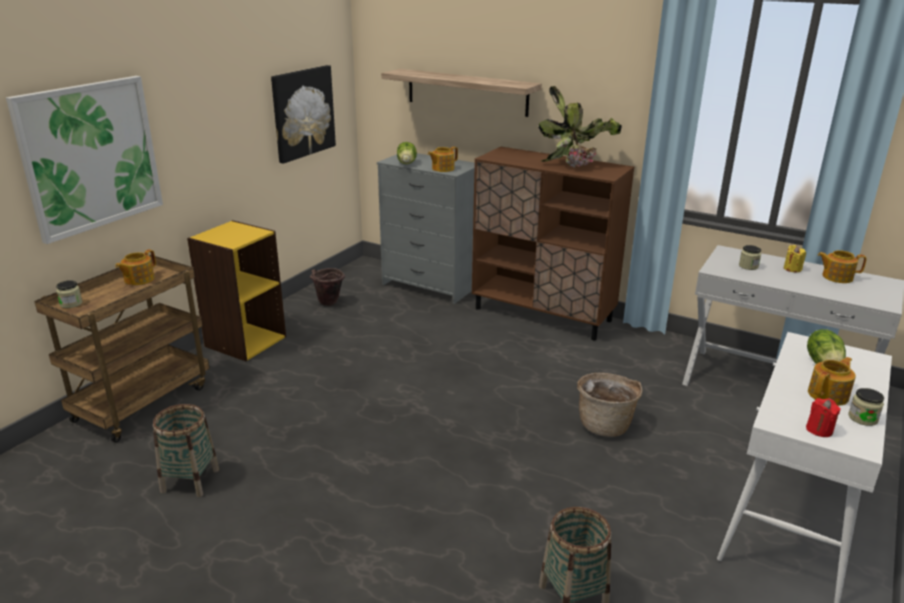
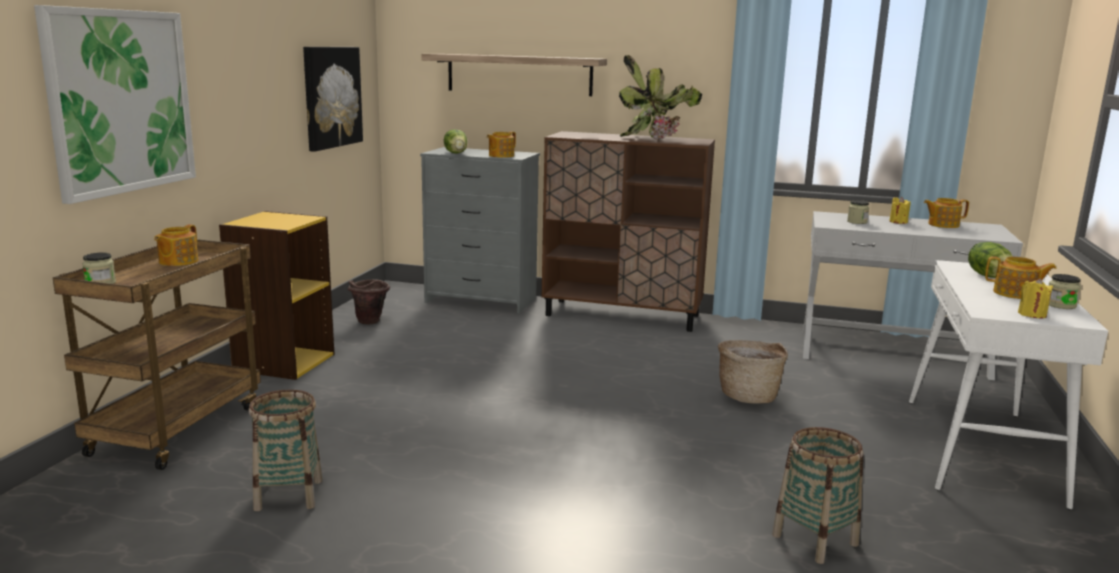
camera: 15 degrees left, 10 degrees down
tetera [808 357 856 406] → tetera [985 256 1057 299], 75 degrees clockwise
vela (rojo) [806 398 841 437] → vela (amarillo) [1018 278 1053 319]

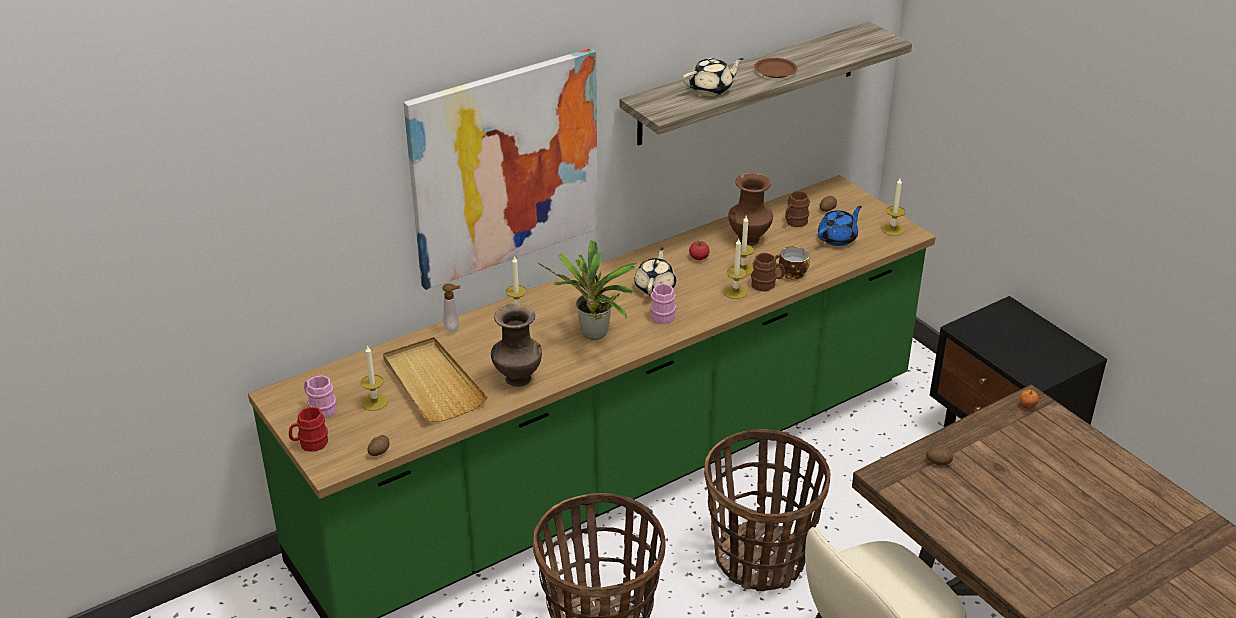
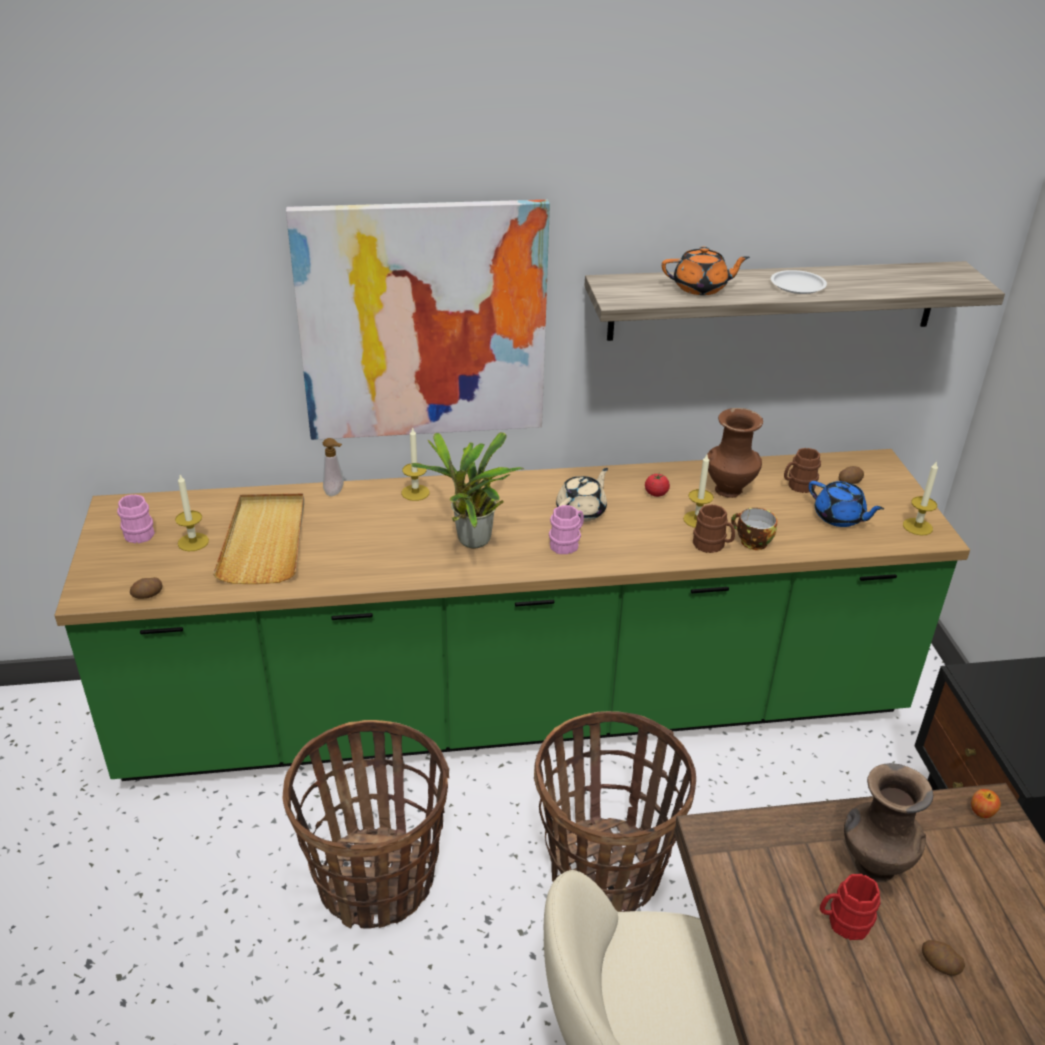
camera: 25 degrees right, 0 degrees up
tetera (beis) [683 58 744 96] → tetera (naranja) [662 247 750 295]
plato (marrón) [754 58 797 78] → plato (blanco) [771 270 827 294]
tetera (azul) [818 206 862 246] → tetera (azul) [809 481 884 527], 60 degrees clockwise
vela [724 239 748 299] → -
florero (marrón) [491 305 542 387] → florero (marrón) [844 763 933 882], relocated
taza grande (rojo) [289 407 328 452] → taza grande (rojo) [820 874 880 940], relocated
patata [926 448 953 465] → patata [922 940 965 976], relocated

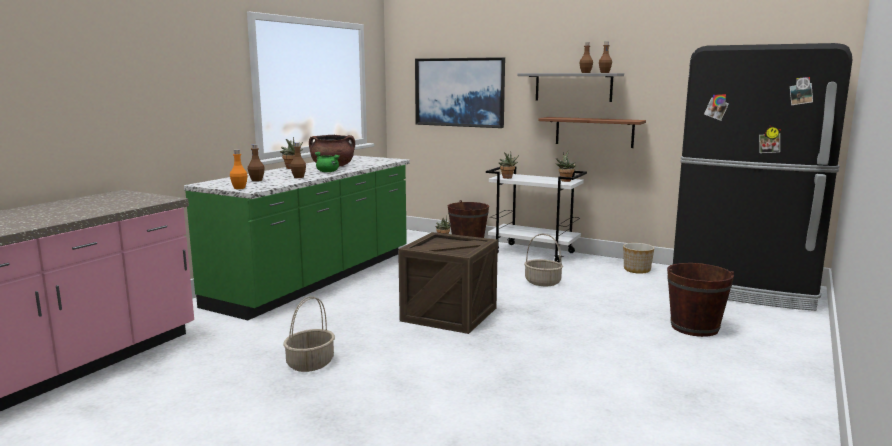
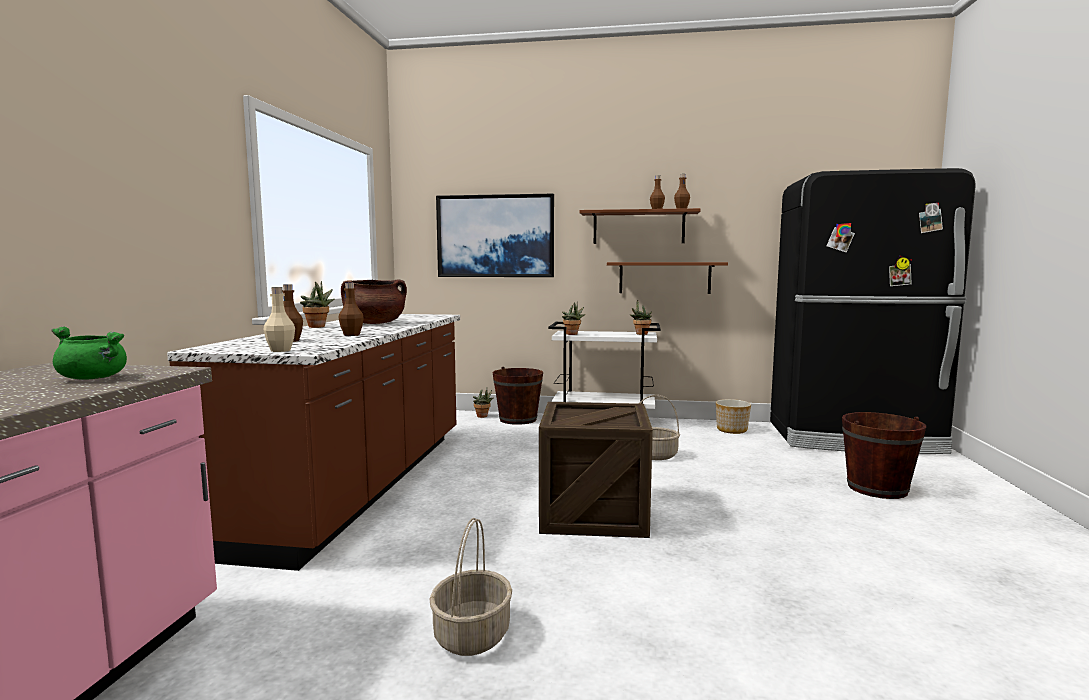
camera: 20 degrees left, 5 degrees down
estante (gris) [518 73 624 102] → estante (marrón) [579 208 701 244]
botella (naranja) [230 150 248 189] → botella (beis) [264 287 295 352]
olla (verde) [315 152 340 172] → olla (verde) [52 326 127 380], relocated
mueble bajo de cocina (verde) [184 155 410 320] → mueble bajo de cocina (marrón) [167 314 460 571]

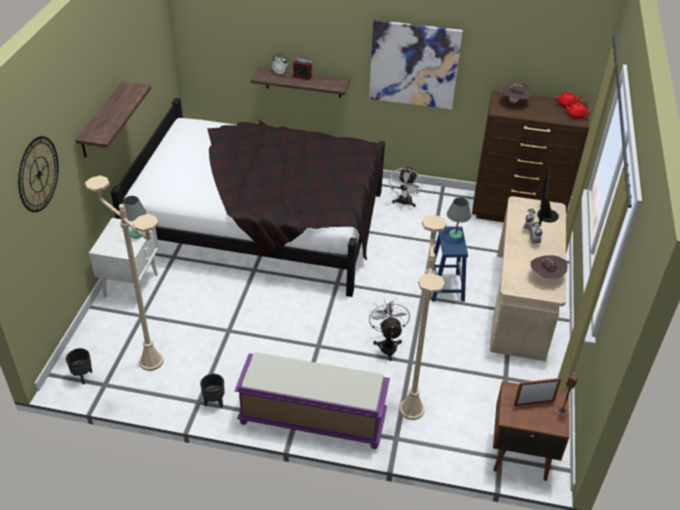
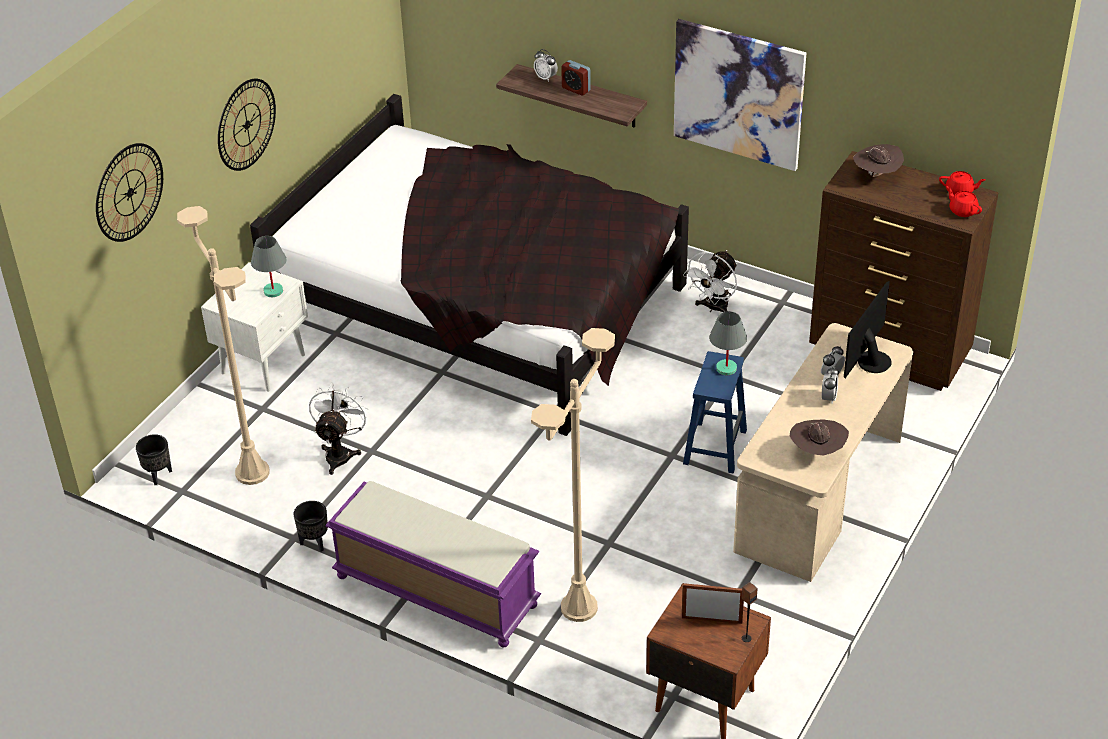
camera: 20 degrees right, 0 degrees up
estante [75 82 151 158] → reloj de pared [218 79 276 171]
ventilador (blanco) [368 298 410 361] → ventilador (blanco) [309 383 369 475], relocated

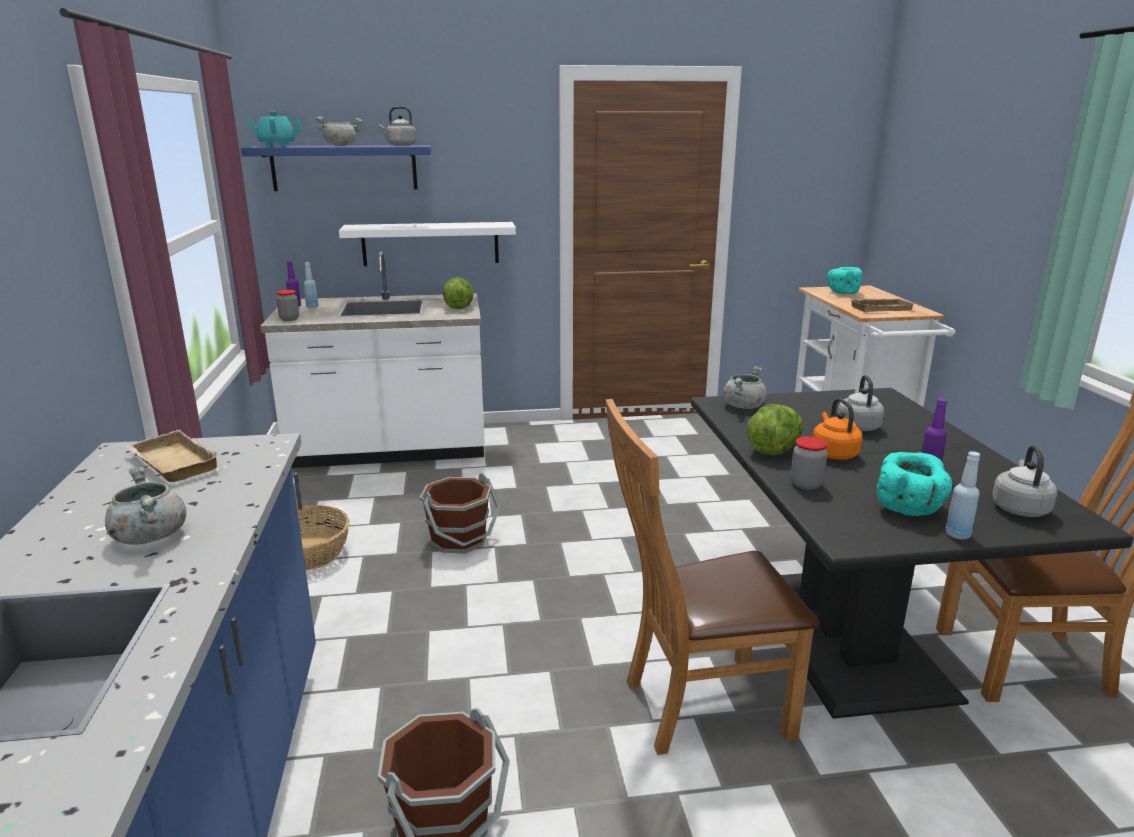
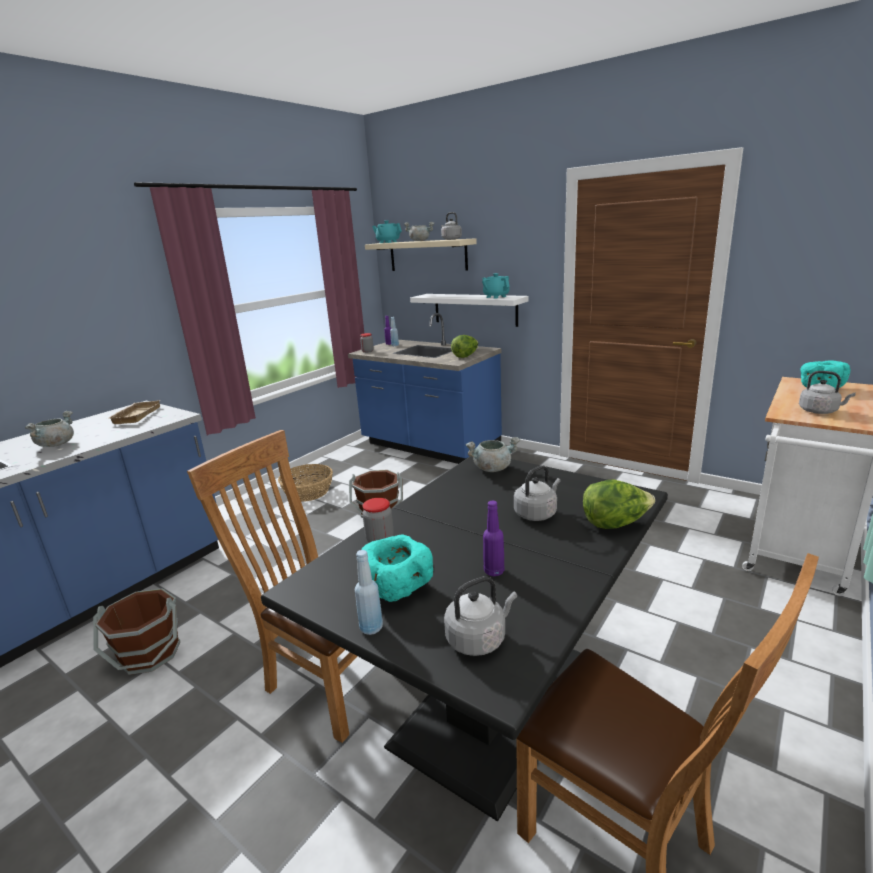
camera: 45 degrees right, 0 degrees up
estante (azul) [241 145 431 191] → estante (beis) [365 238 477 271]
mueble bajo de cocina (blanco) [260 251 485 468] → mueble bajo de cocina (azul) [348 313 502 464]
bandeja (beis) [850 298 915 312] → hervidor (gris) [799 371 856 414]
hervidor (naranja) [813 398 863 460] → -
lechuga [747 404 803 455] → lechuga [583 480 655 529], relocated
- → tetera (turquesa) [482 273 510 299]

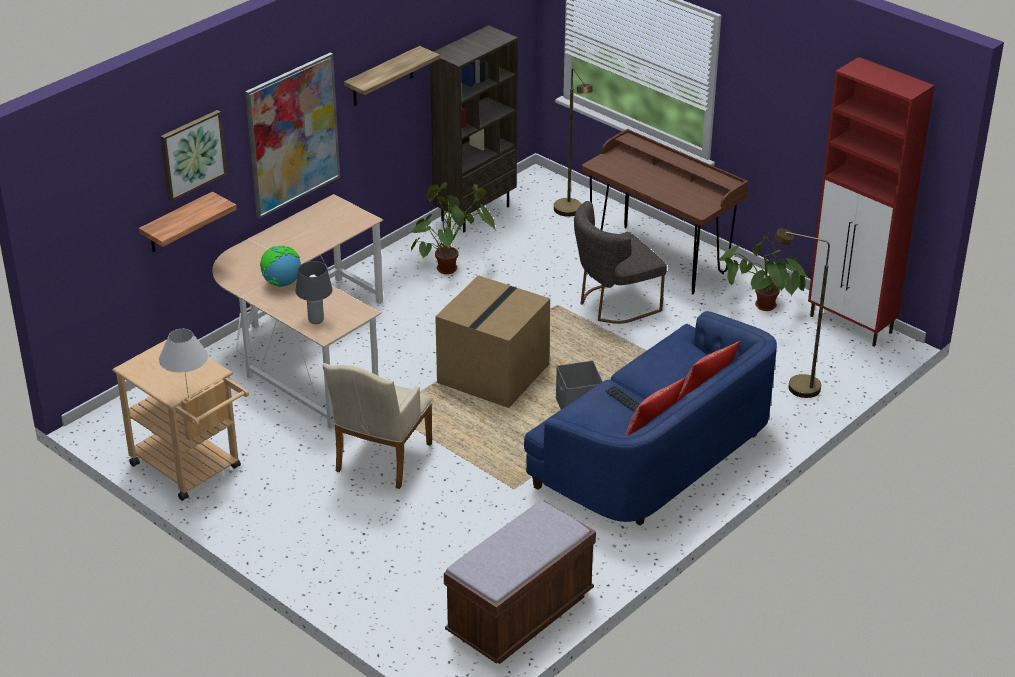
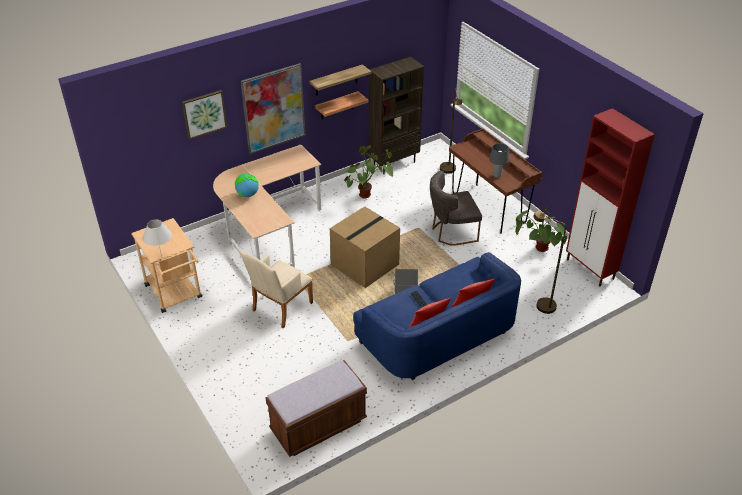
camera: 15 degrees right, 5 degrees up
estante [139 192 237 252] → estante [315 92 368 119], relocated
lámpara de mesa (gris) [296 261 332 324] → lámpara de mesa (gris) [489 143 509 178], relocated

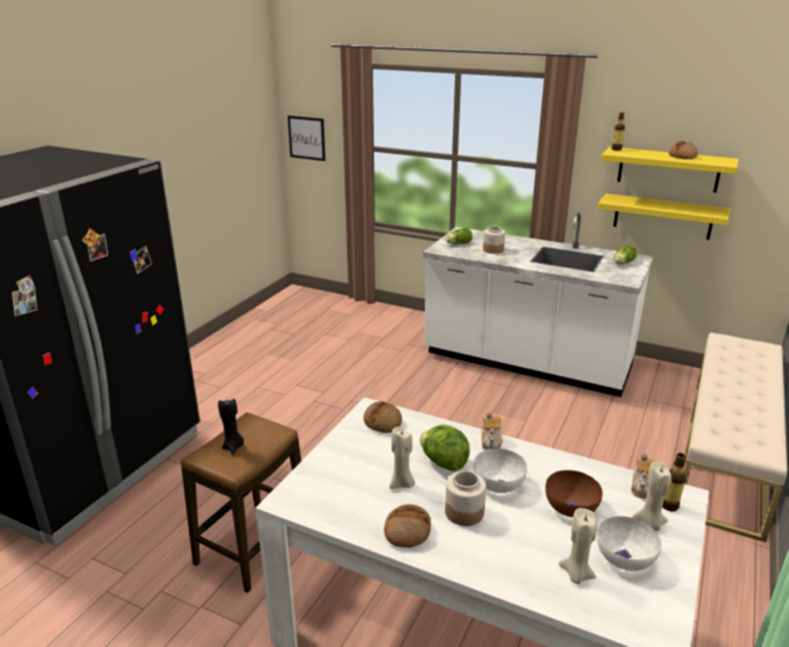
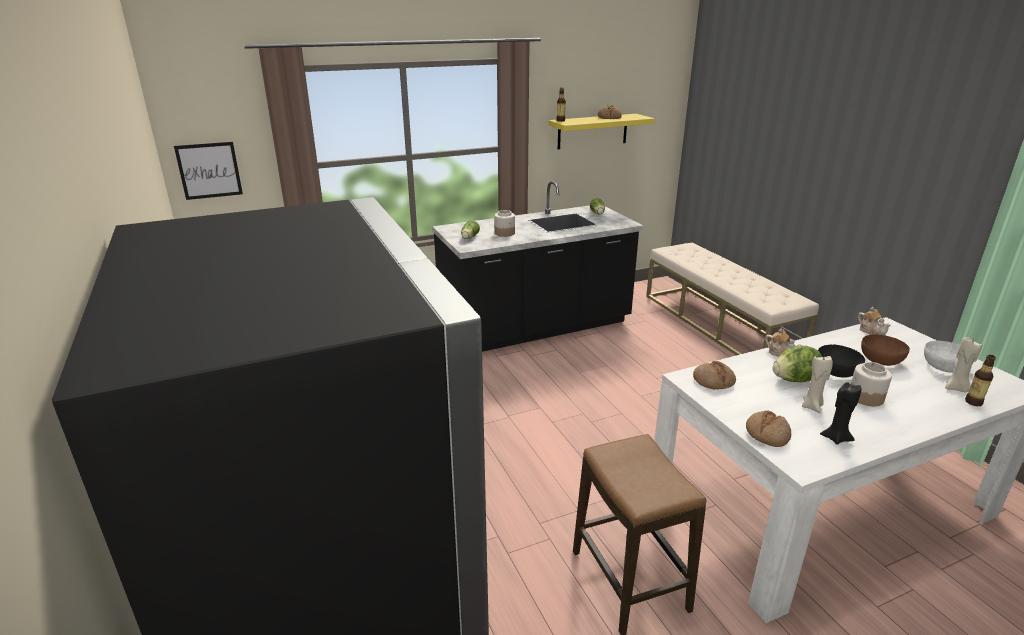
camera: 50 degrees left, 0 degrees up
estante (amarillo) [597 193 731 240] → -
mueble bajo de cocina (blanco) [423 212 653 397] → mueble bajo de cocina (negro) [432 181 644 352]
vela (negro) [218 398 244 454] → vela (negro) [820 382 861 445], relocated
cuenco (blanco) [474 449 527 493] → cuenco (negro) [818 345 865 377]
botella [662 453 686 511] → botella [965 355 996 406], relocated
vela (beis) [632 462 672 531] → -
pan [384 504 431 548] → pan [746 410 791 447], relocated

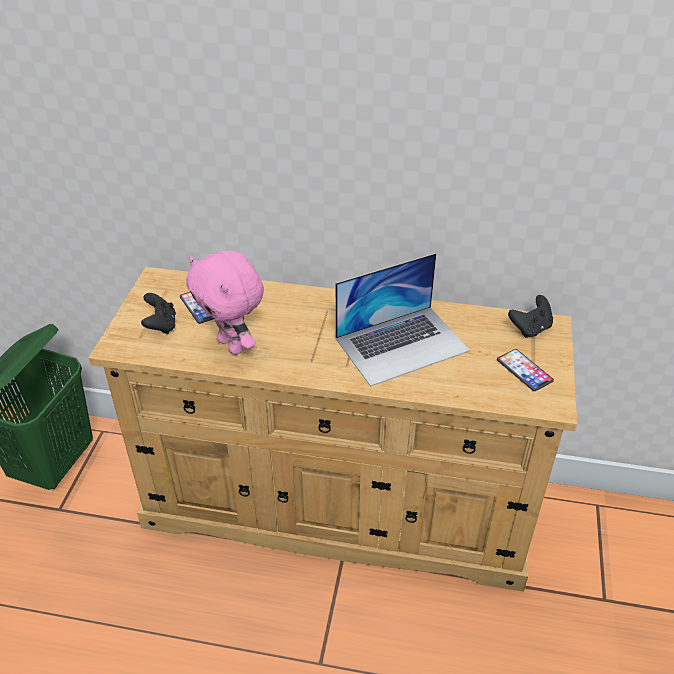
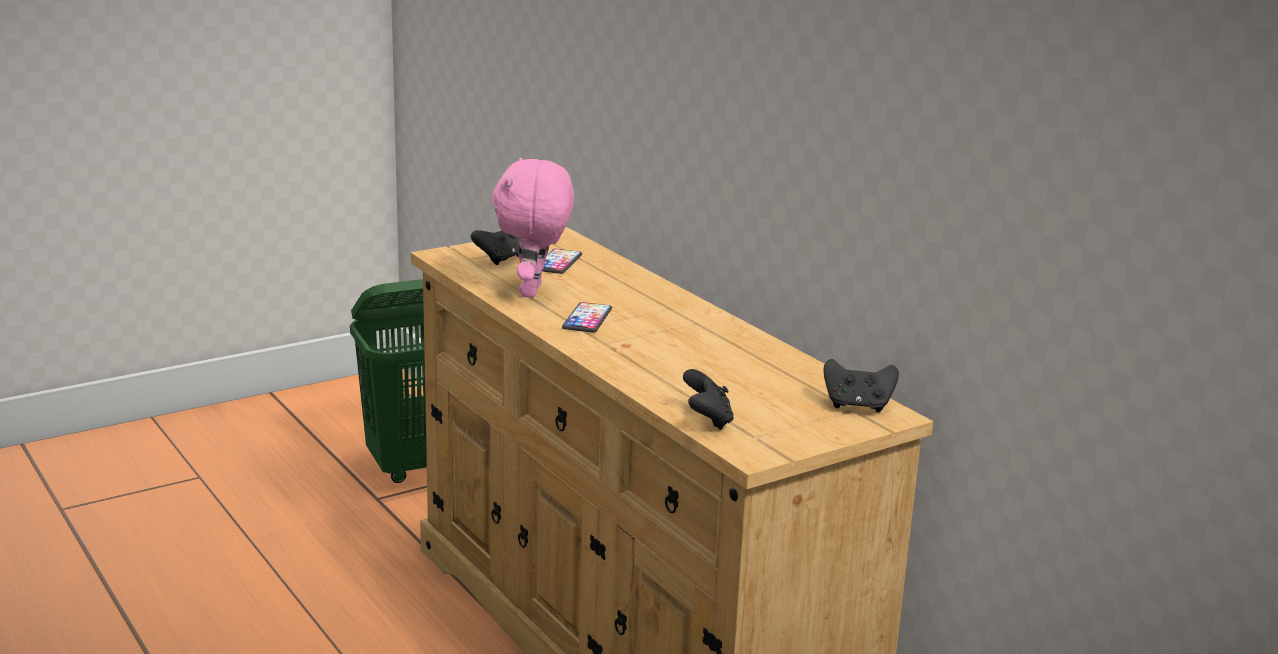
camera: 45 degrees right, 20 degrees down
portátil [335 253 470 386] → -
móvil [497 349 554 391] → móvil [562 302 612 333], relocated
- → mando de consola (negro) [683 369 734 430]

